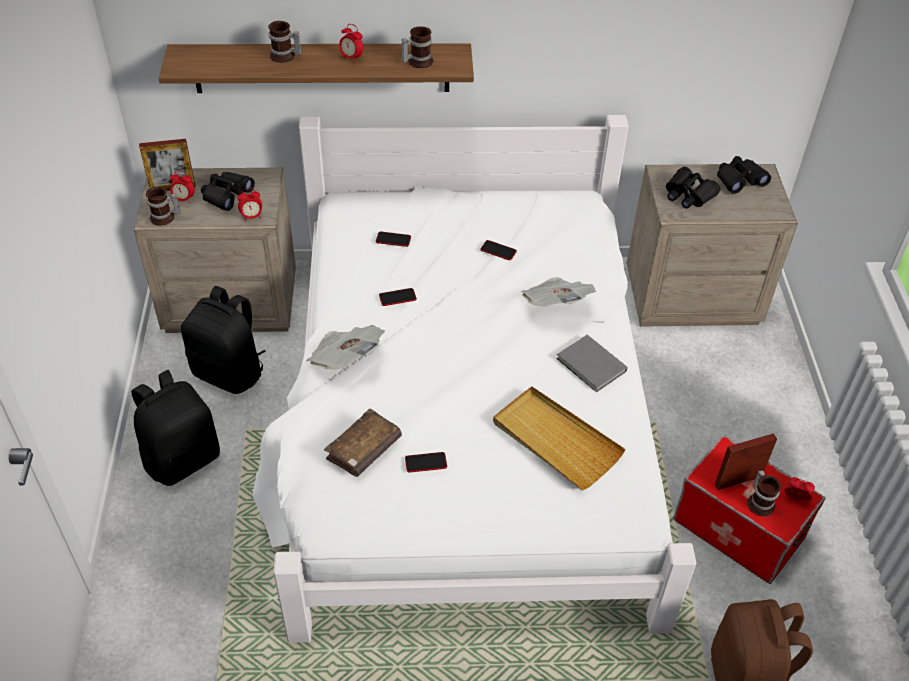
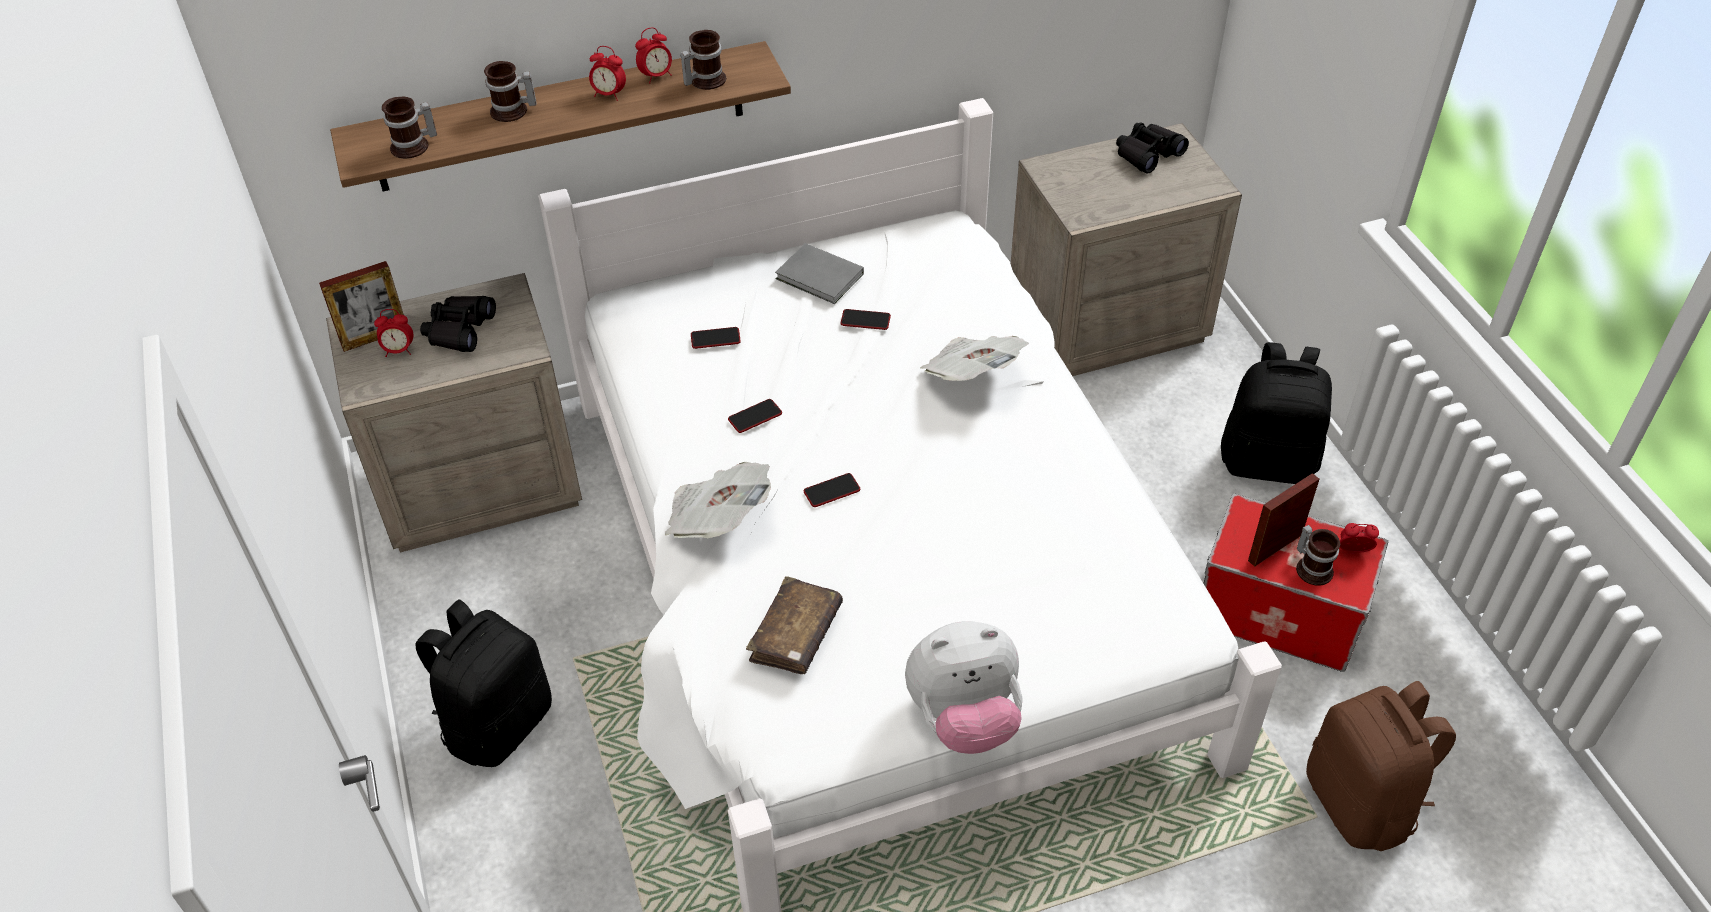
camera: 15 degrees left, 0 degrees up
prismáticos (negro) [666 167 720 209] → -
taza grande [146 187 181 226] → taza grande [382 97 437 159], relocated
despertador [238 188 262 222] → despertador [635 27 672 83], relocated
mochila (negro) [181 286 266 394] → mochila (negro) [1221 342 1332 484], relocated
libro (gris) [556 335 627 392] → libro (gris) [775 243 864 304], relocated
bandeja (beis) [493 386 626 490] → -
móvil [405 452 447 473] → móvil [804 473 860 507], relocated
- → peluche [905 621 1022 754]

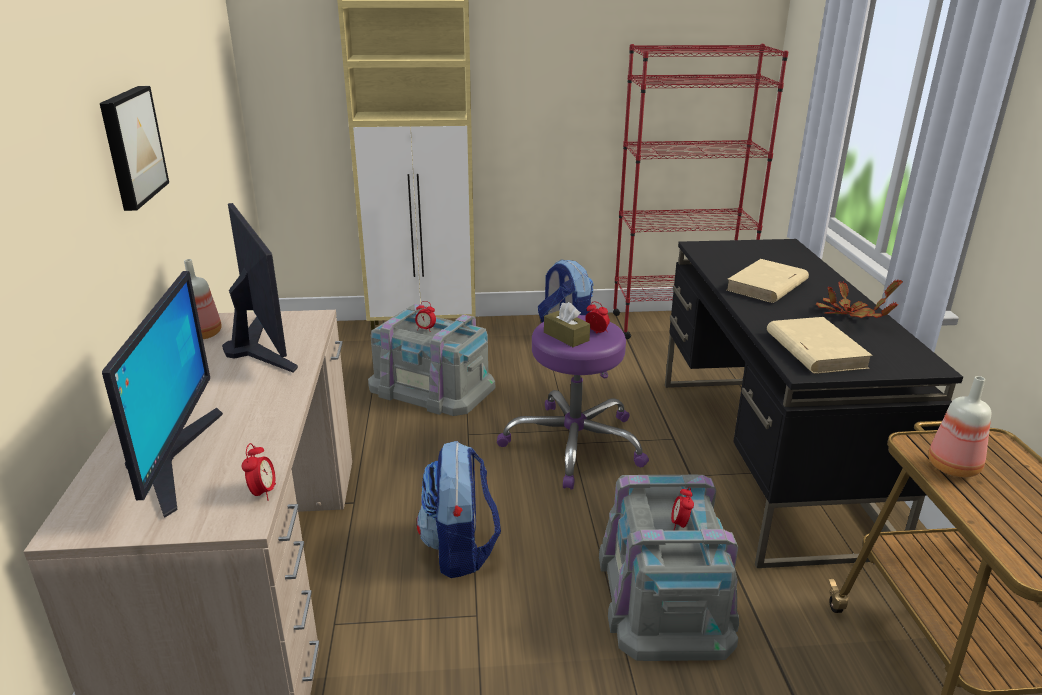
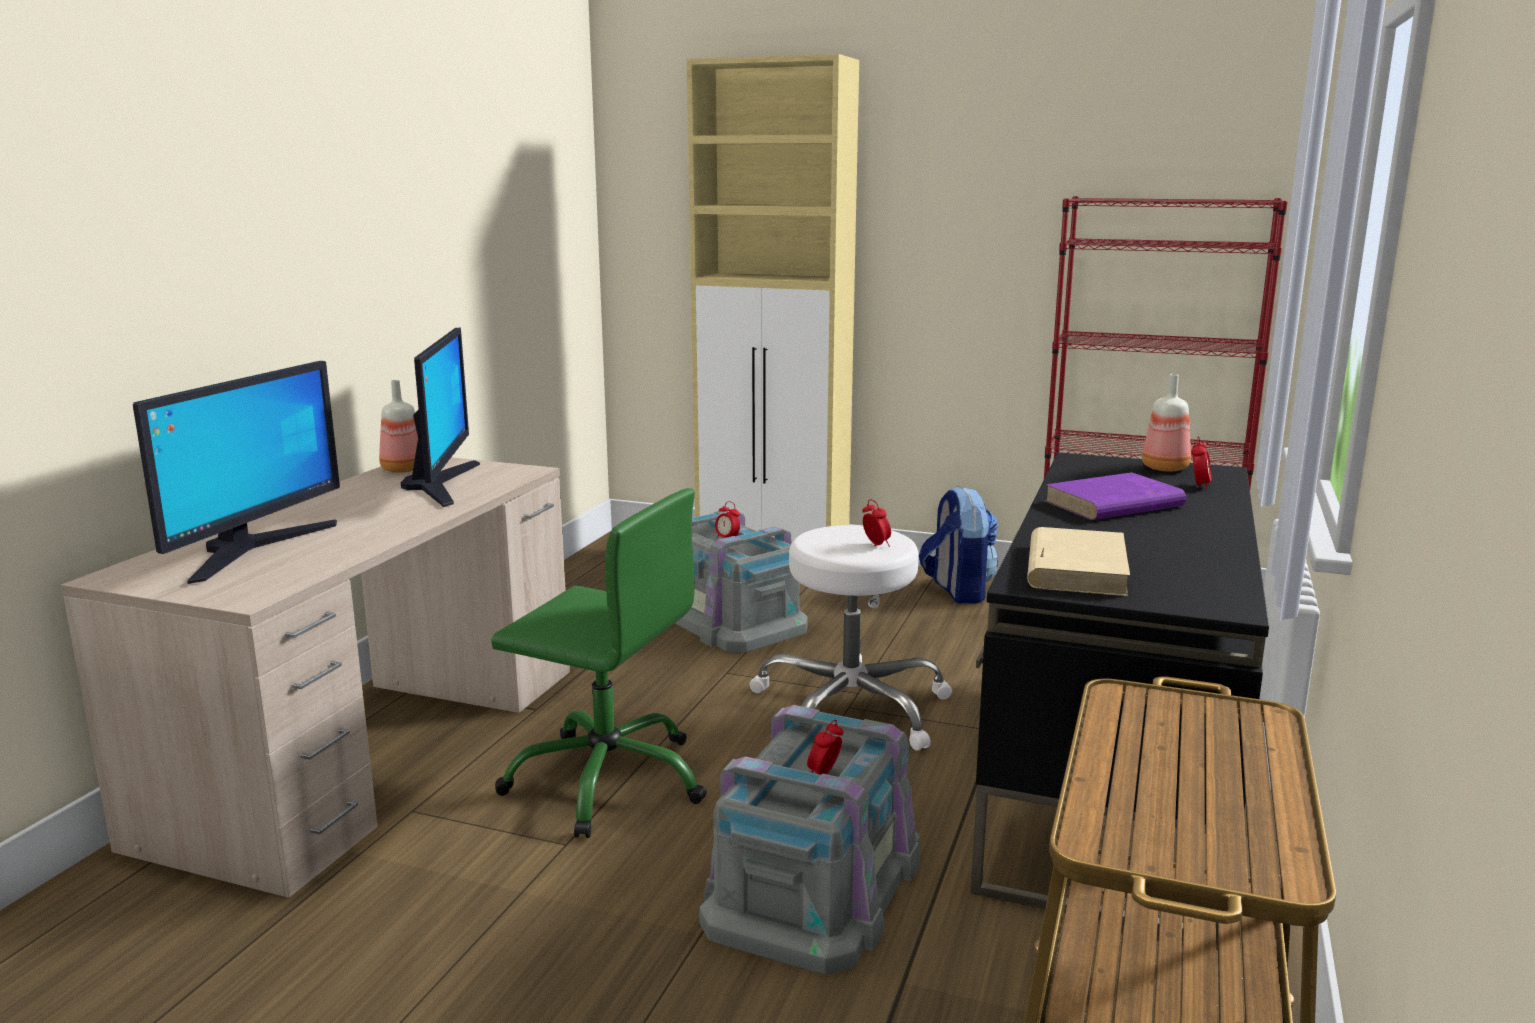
camera: 25 degrees right, 10 degrees down
cuadro [100 86 169 211] → -
libro (beis) [726 259 809 303] → libro (morado) [1045 472 1186 520]
planta en maceta [816 280 903 318] → -
caja de pañuelos (marrón) [544 302 590 347] → -
taburete (morado) [497 315 649 490] → taburete (blanco) [749 525 952 751]
botella [928 376 991 477] → botella [1142 374 1191 471], relocated
mochila [417 441 501 578] → silla de oficina (verde) [491 488 707 838]
despertador [242 443 276 501] → despertador [1191 436 1211 490], relocated

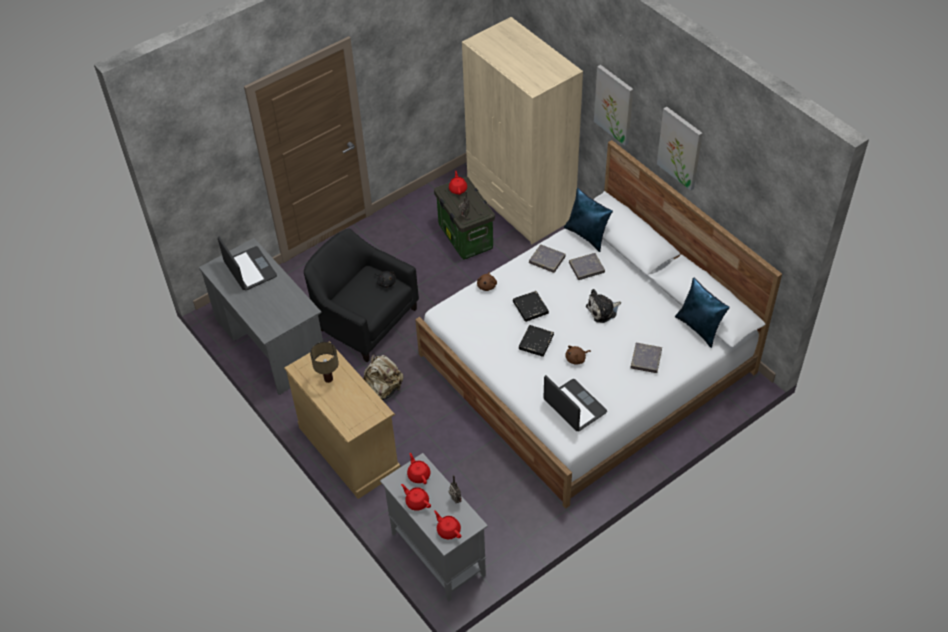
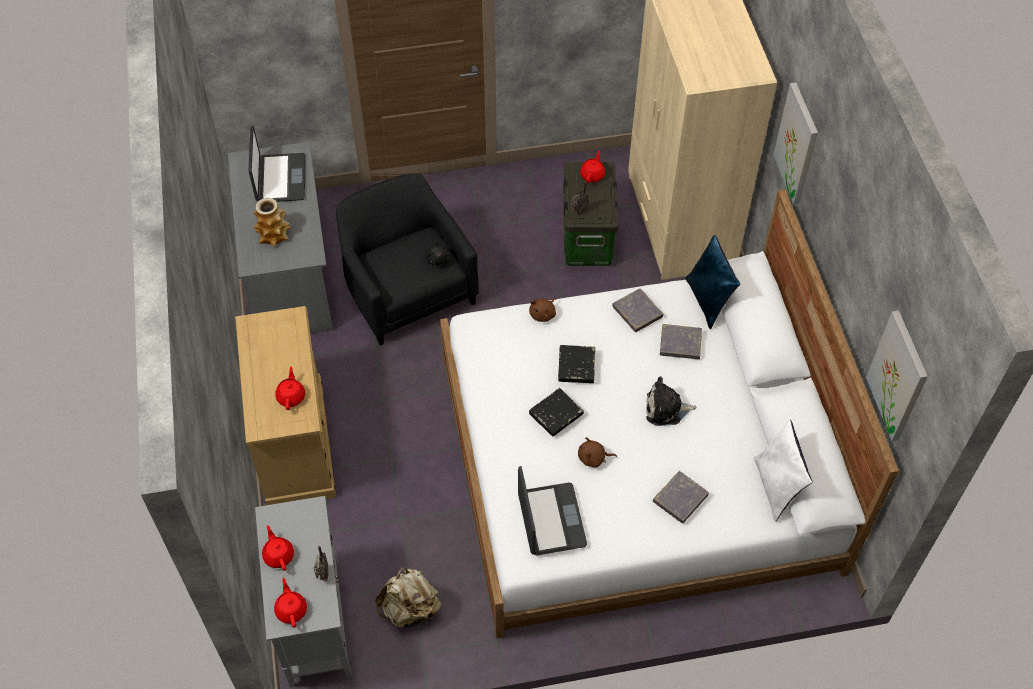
camera: 25 degrees right, 5 degrees up
cuadro [657 107 703 191] → cuadro [866 311 928 441], relocated
cojín (azul) [675 278 730 348] → cojín (blanco) [754 420 813 522]
lámpara de mesa [310 342 339 383] → -
mochila (beis) [363 354 403 400] → mochila (beis) [375 567 441 627], relocated
tetera (rojo) [407 453 431 484] → tetera (rojo) [275 366 305 410], relocated
- → florero [253 197 291 247]

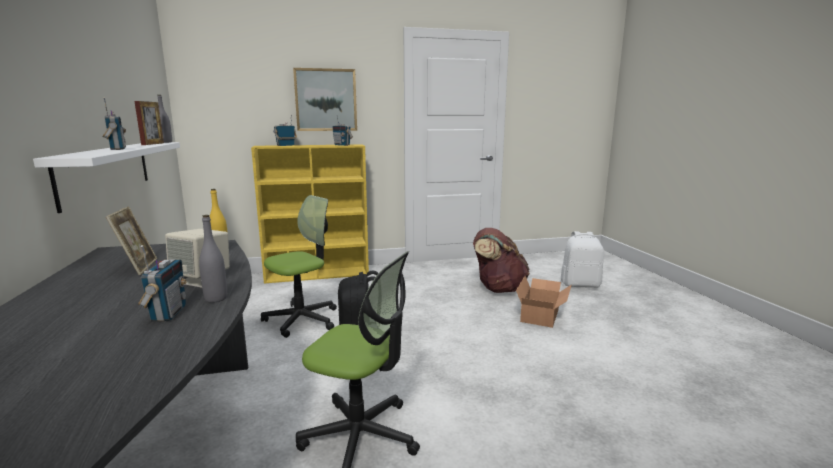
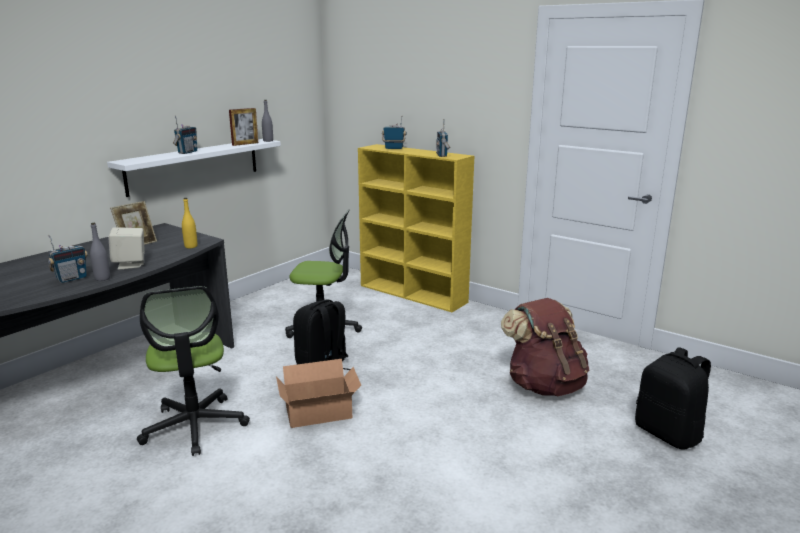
camera: 50 degrees right, 5 degrees up
cuadro [293 68 357 131] → -
mochila (blanco) [561 231 604 288] → mochila (negro) [635 347 711 450]
caja de cartón [516 276 572 328] → caja de cartón [276 359 361 428], relocated

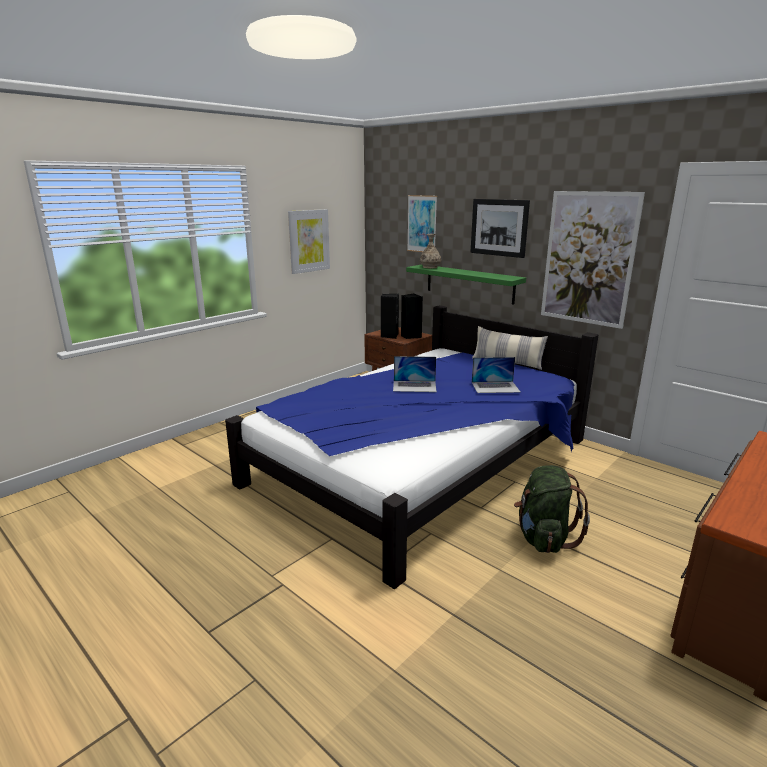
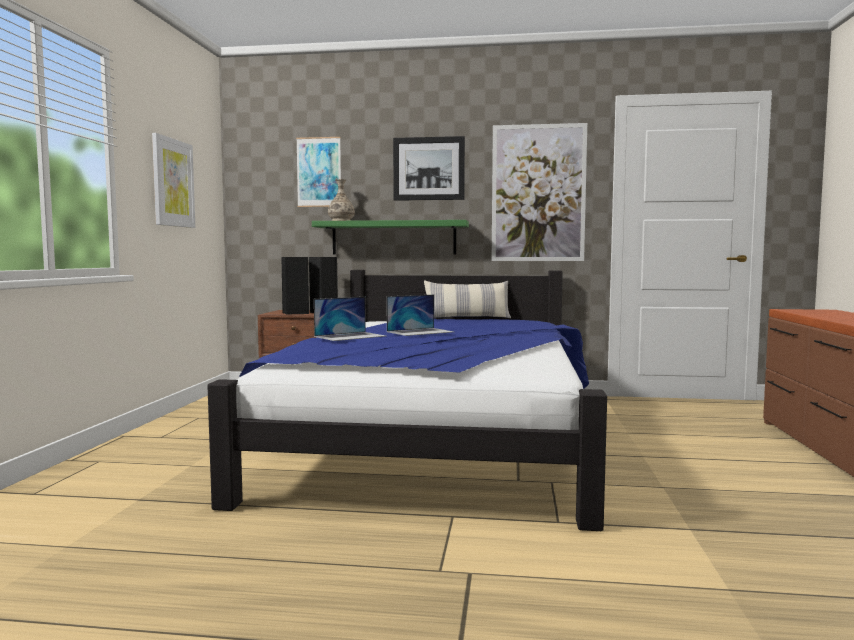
camera: 35 degrees left, 15 degrees down
portátil [472 357 521 393] → portátil [314 297 386 341], relocated
mochila (verde) [514 465 590 553] → -

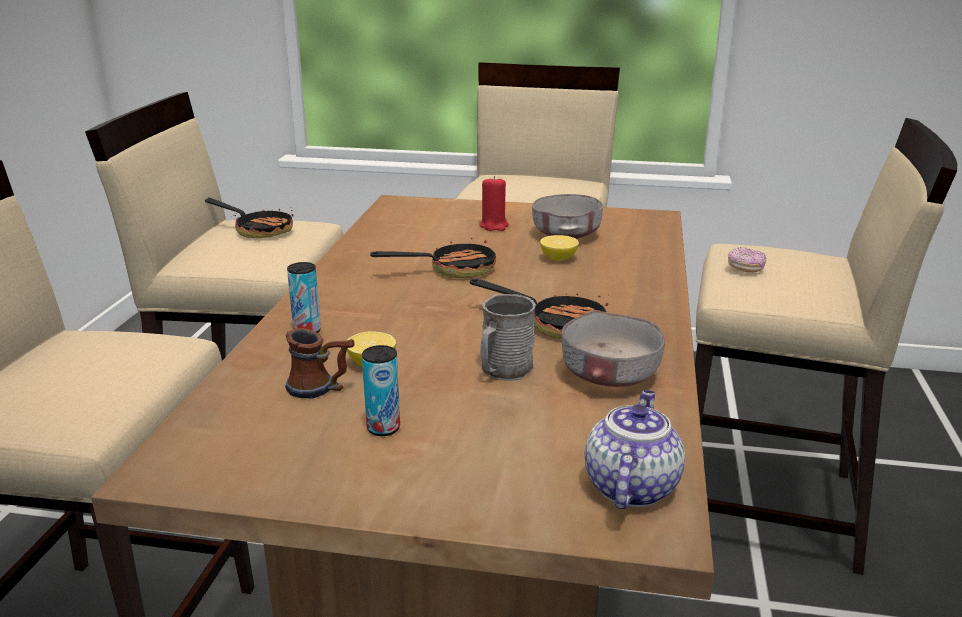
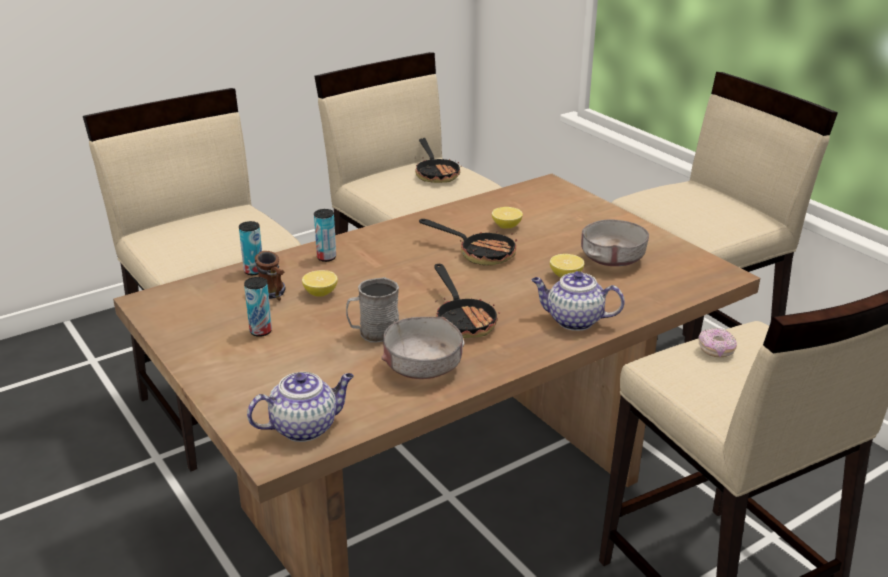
camera: 45 degrees right, 5 degrees up
vela (rojo) [479 176 509 231] → -
- → limón [492 207 523 229]
- → lata [239 221 262 275]
- → tetera [531 271 625 331]

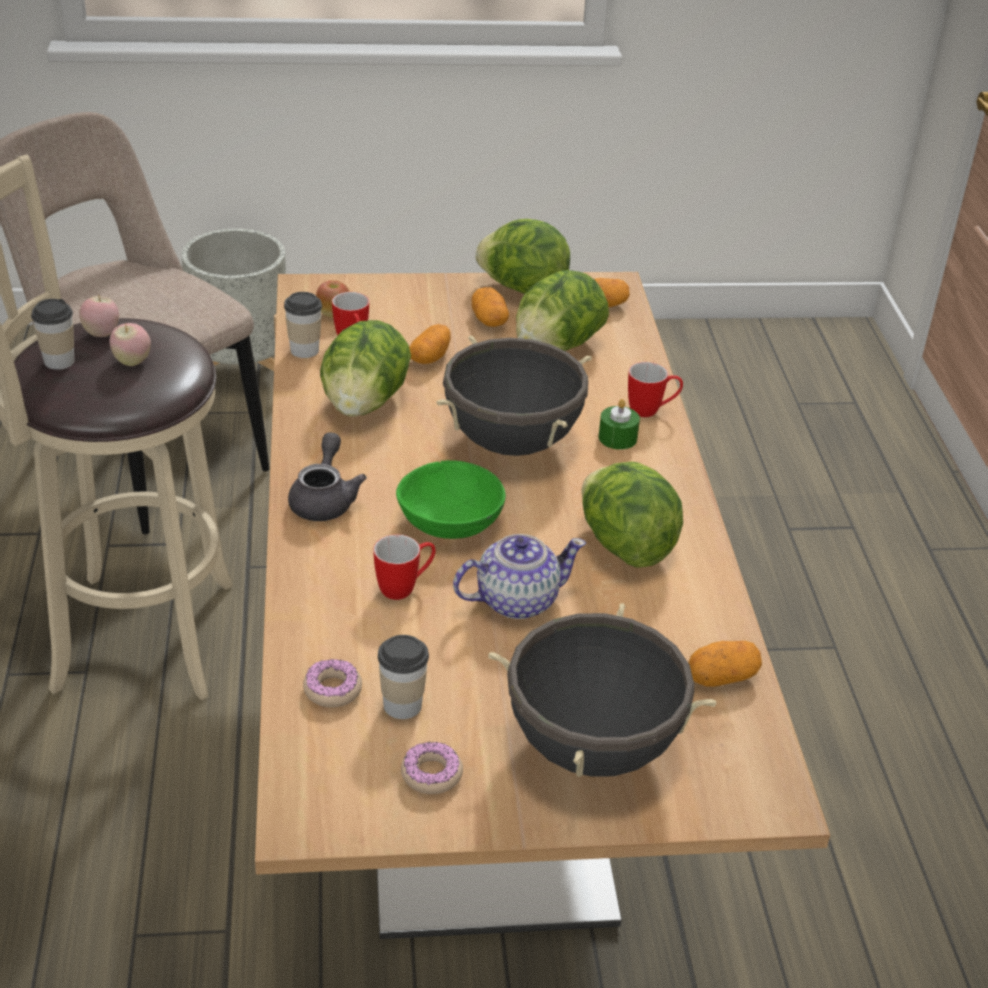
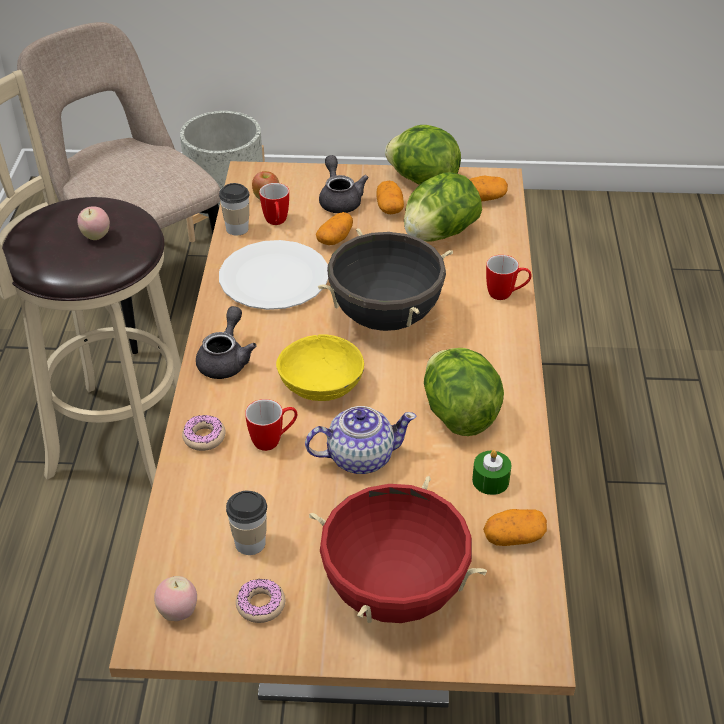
camera: 10 degrees right, 5 degrees up
manzana [79 295 119 337] → manzana [154 576 197 621], relocated
taza [31 299 75 370] → -
lechuga [320 320 411 417] → plato (blanco) [219 240 328 310]
vela (verde) [598 399 640 450] → vela (verde) [472 450 511 495], relocated
cuenco (verde) [396 460 506 539] → cuenco (amarillo) [276 334 364 401]
olla (negro) [488 603 717 777] → olla (rojo) [309 476 487 623]
rosquilla [303 659 362 708] → rosquilla [182 415 225 451], relocated
- → tetera (gris) [319 155 368 213]

